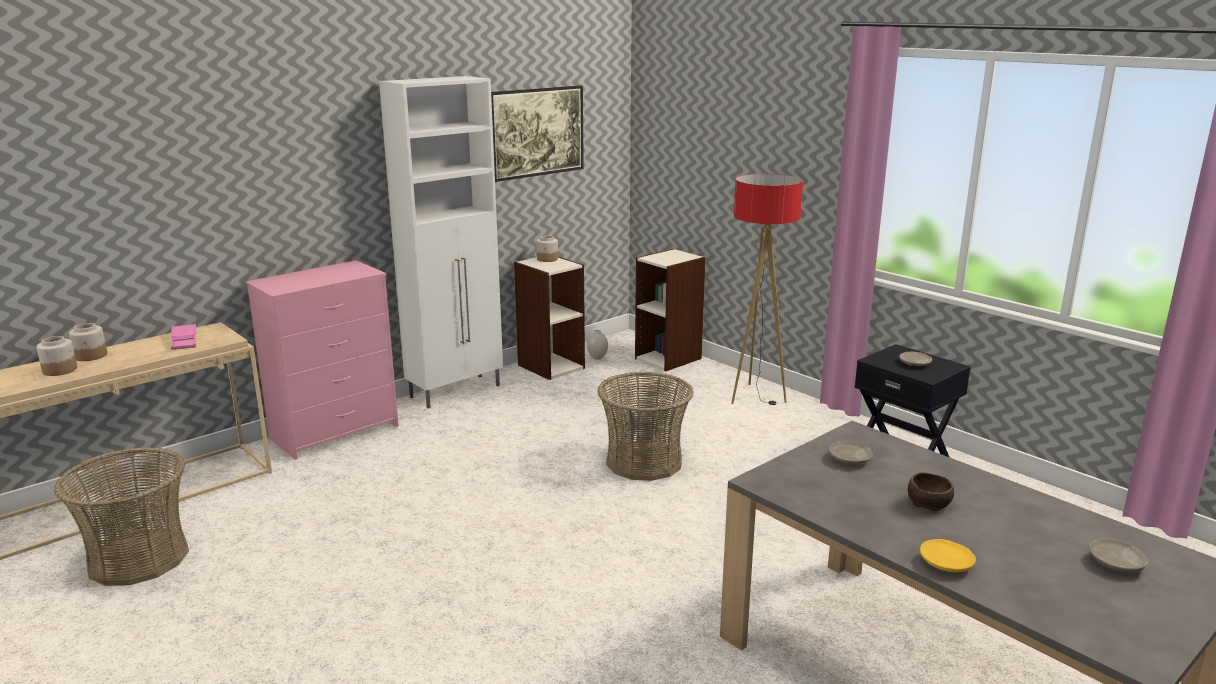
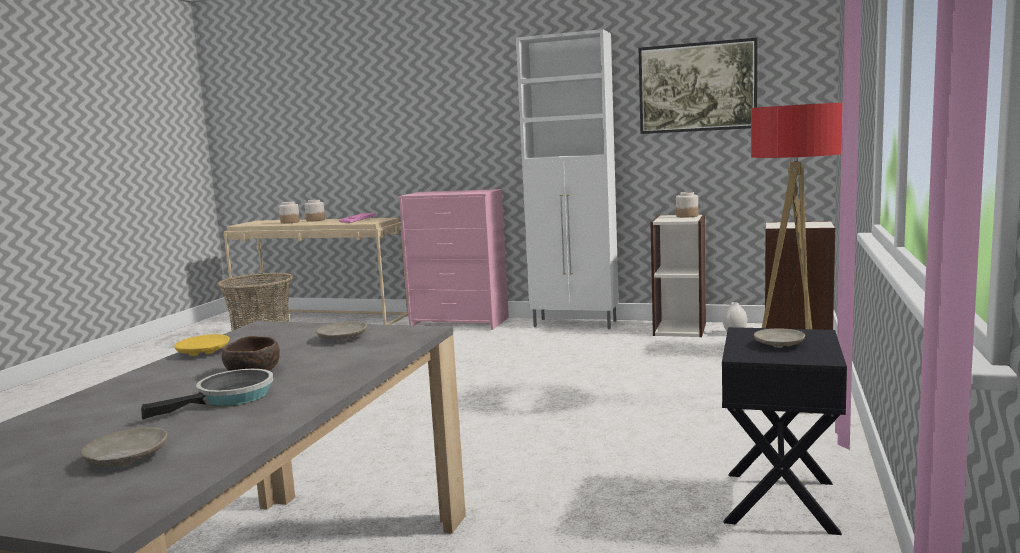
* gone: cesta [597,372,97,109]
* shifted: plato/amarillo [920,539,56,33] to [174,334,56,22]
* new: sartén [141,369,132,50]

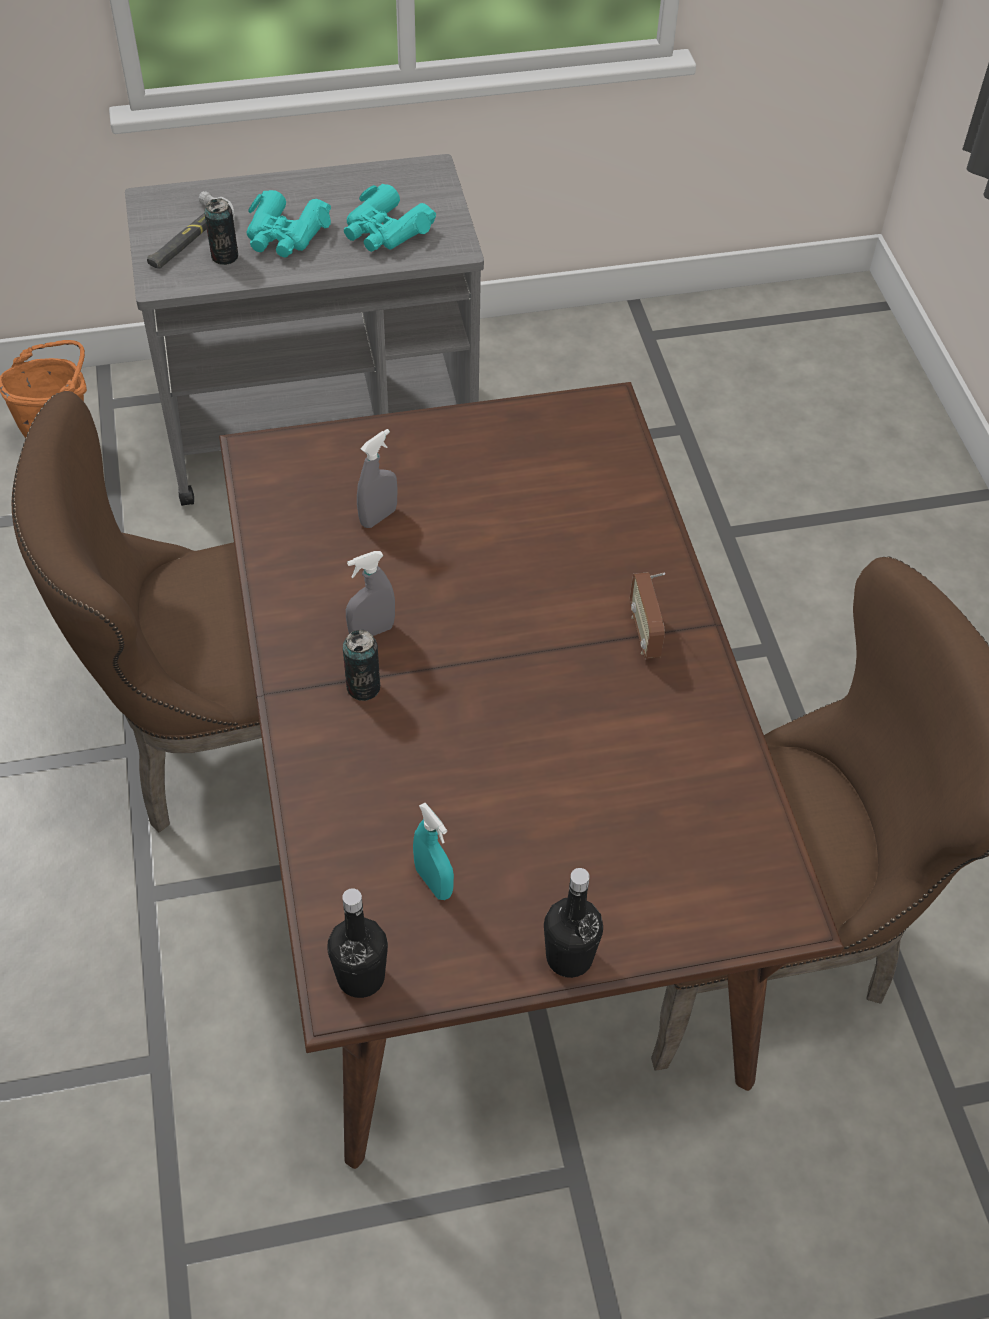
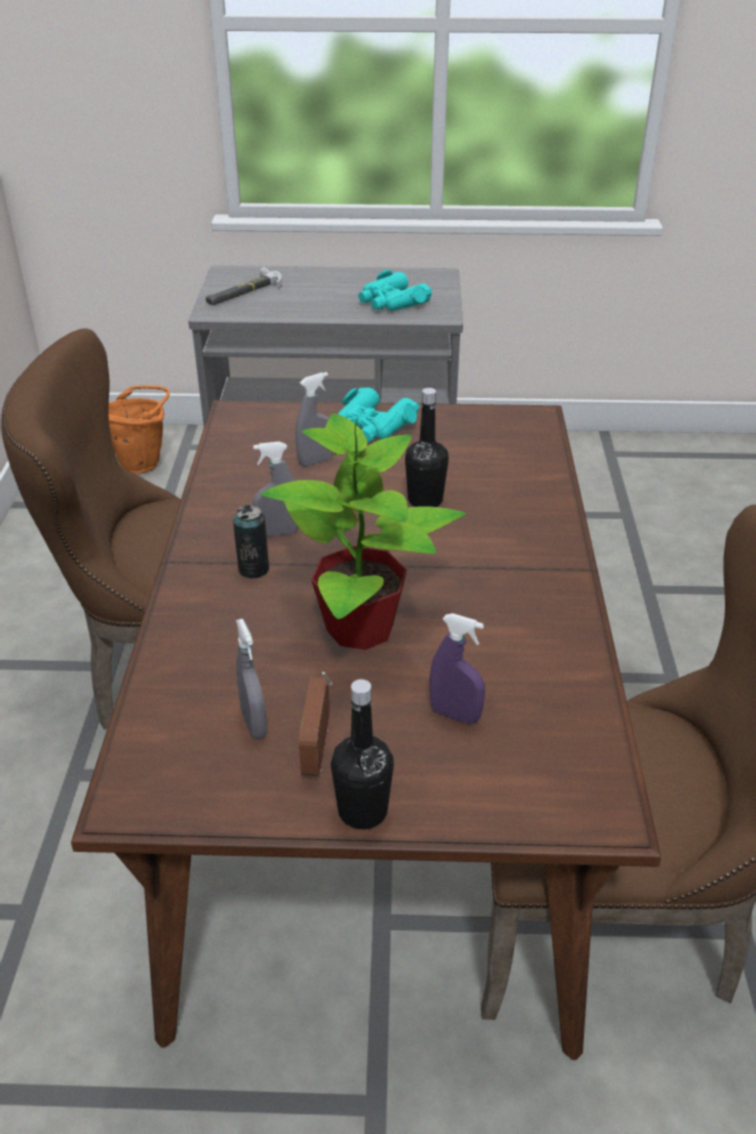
* gone: lata [204,198,34,67]
* shifted: prismáticos/turquesa [246,190,85,67] to [338,387,82,56]
* shifted: botella/negro [327,888,61,110] to [405,388,44,119]
* repainted: pulverizador/turquesa [413,803,41,97] to pulverizador/gris [236,619,31,120]
* shifted: radio [630,572,35,87] to [299,672,33,104]
* new: planta en maceta [261,413,205,237]
* new: pulverizador/morado [430,613,55,111]

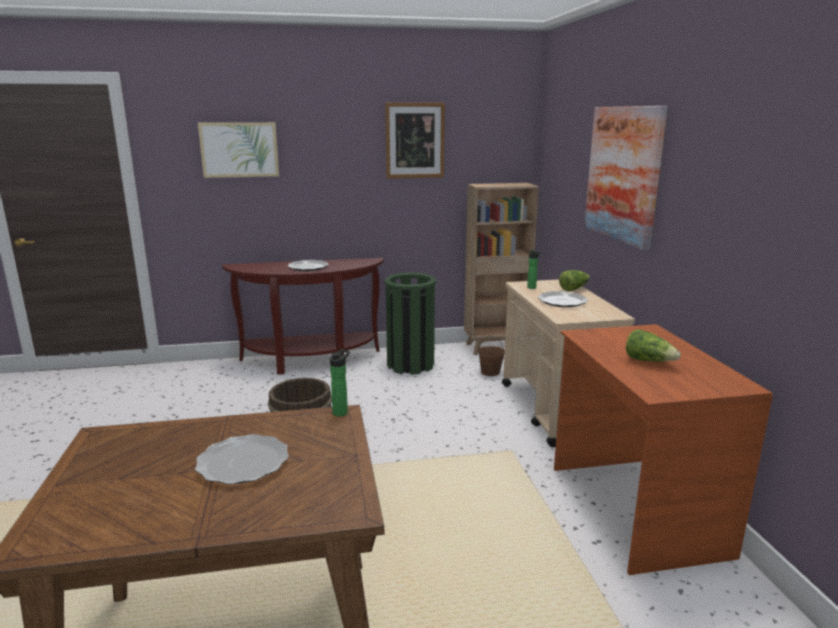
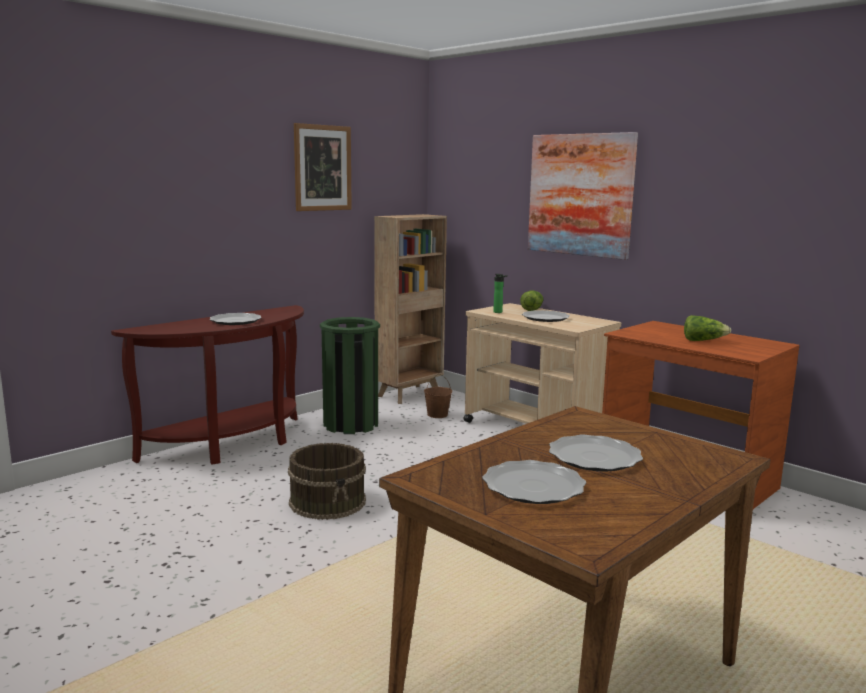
* gone: cuadro [198,122,81,56]
* gone: botella [330,349,20,68]
* new: plato [482,460,104,44]

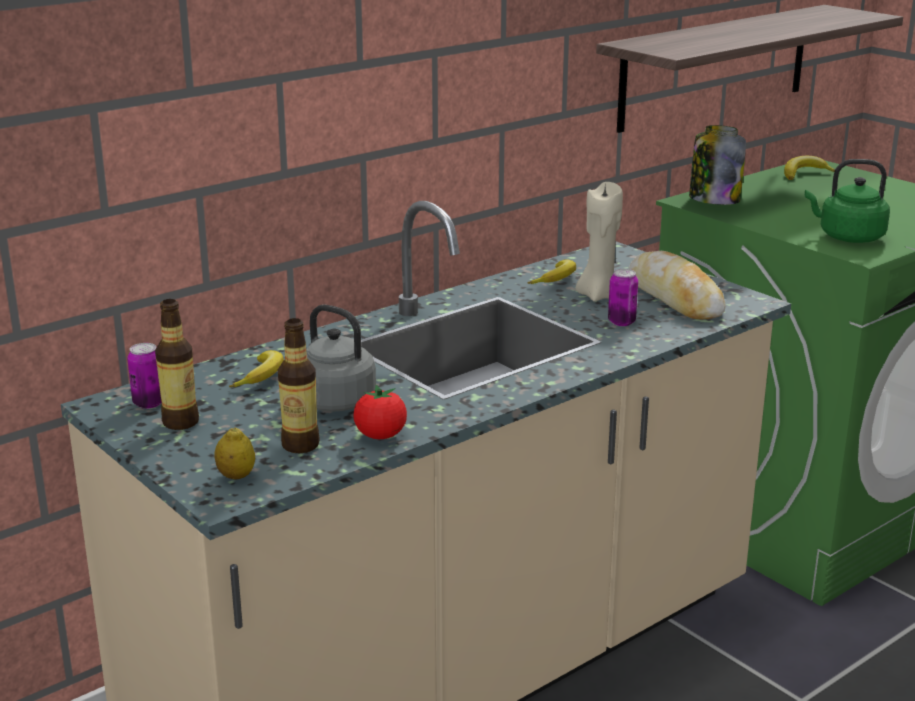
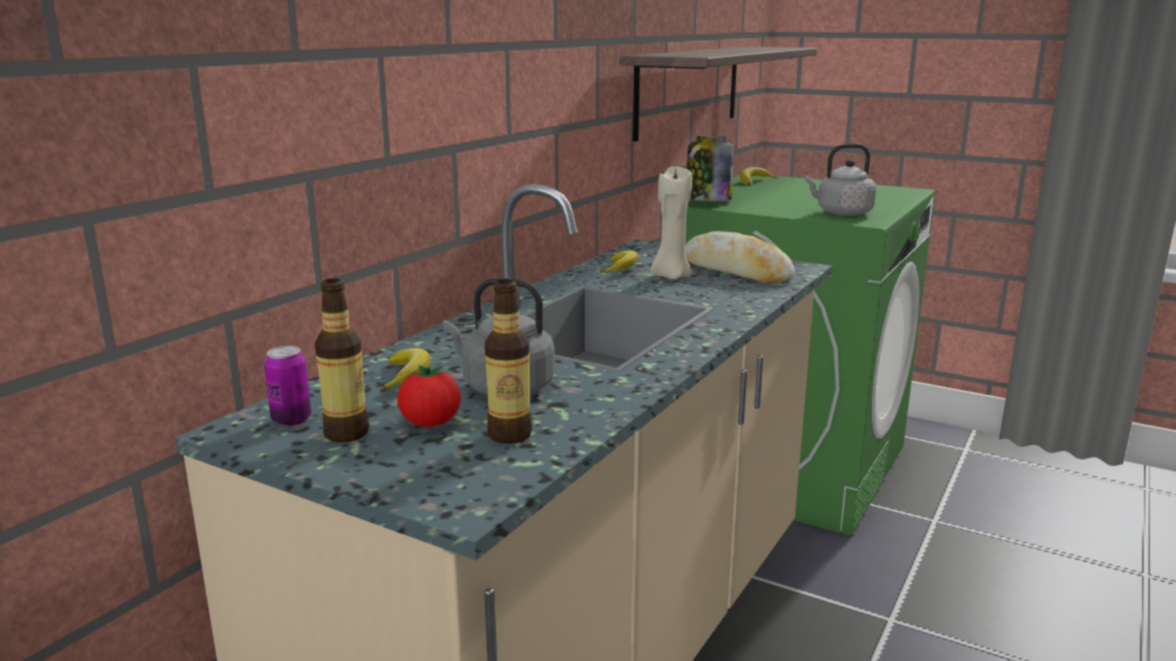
* gone: limón [214,427,41,52]
* shifted: tomate [353,385,54,54] to [397,365,64,62]
* gone: lata [608,269,30,57]
* repainted: hervidor/verde [805,159,85,84] to hervidor/gris [804,144,73,72]

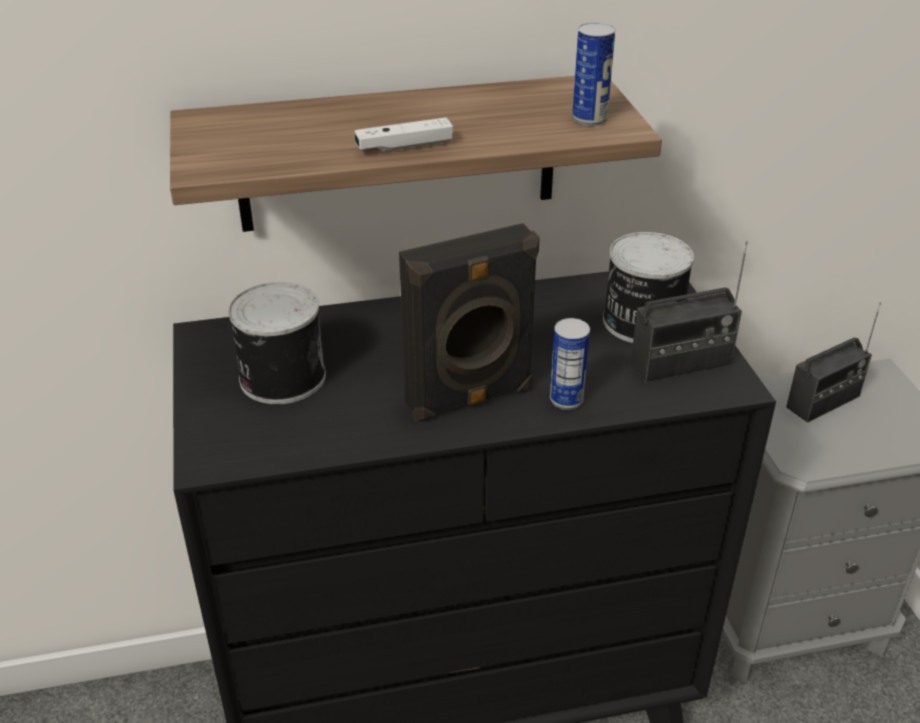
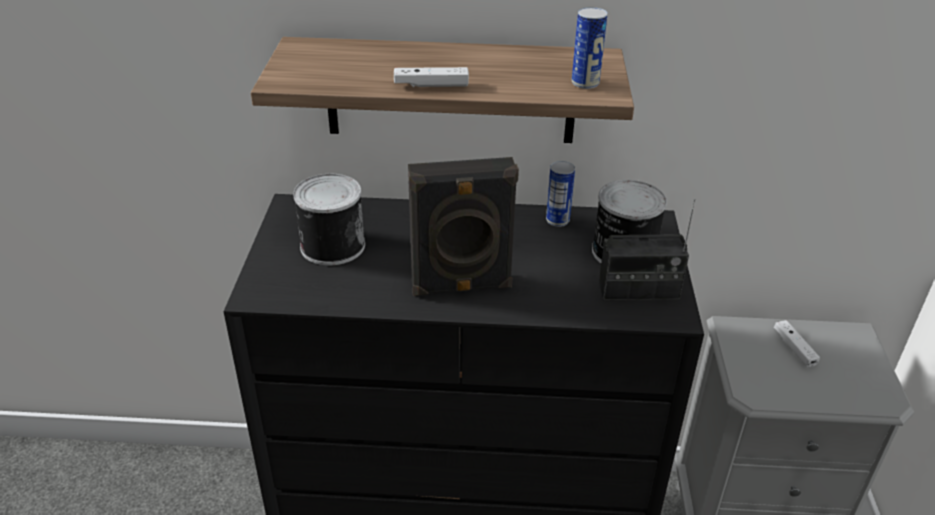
* shifted: lata [550,318,40,92] to [546,161,29,66]
* swapped: radio [786,303,95,120] to mando de consola/blanco [774,320,46,47]

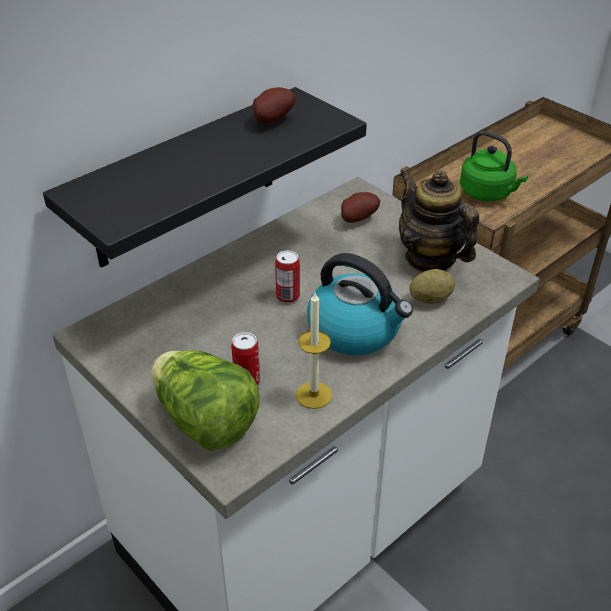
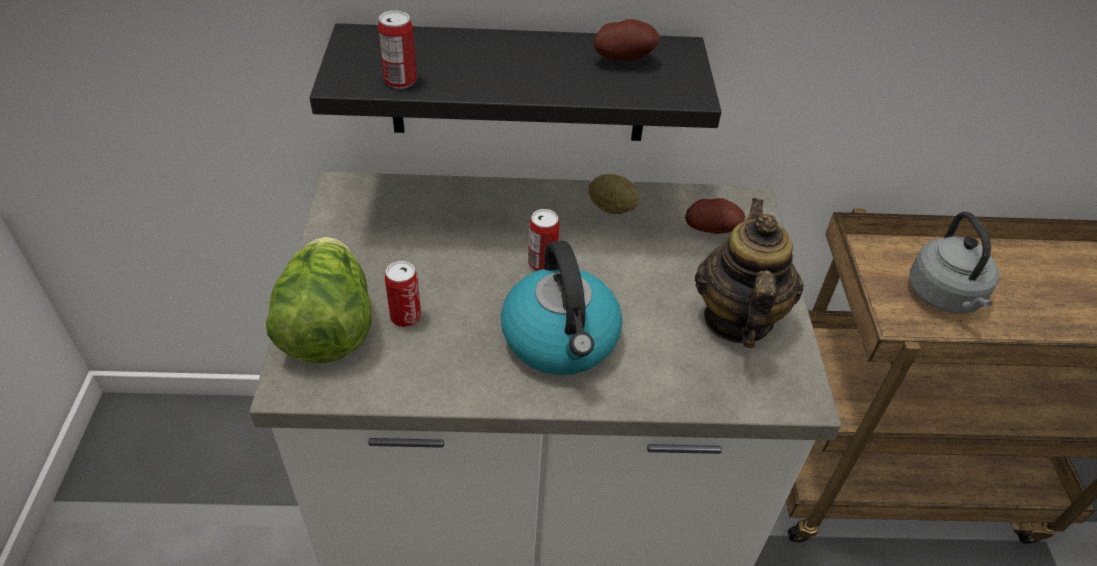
* gone: vela [296,292,36,117]
* shifted: patata [409,269,46,35] to [588,174,52,40]
* repainted: hervidor/verde [460,131,68,70] to hervidor/gris [909,211,90,103]
* new: lata [378,10,39,79]

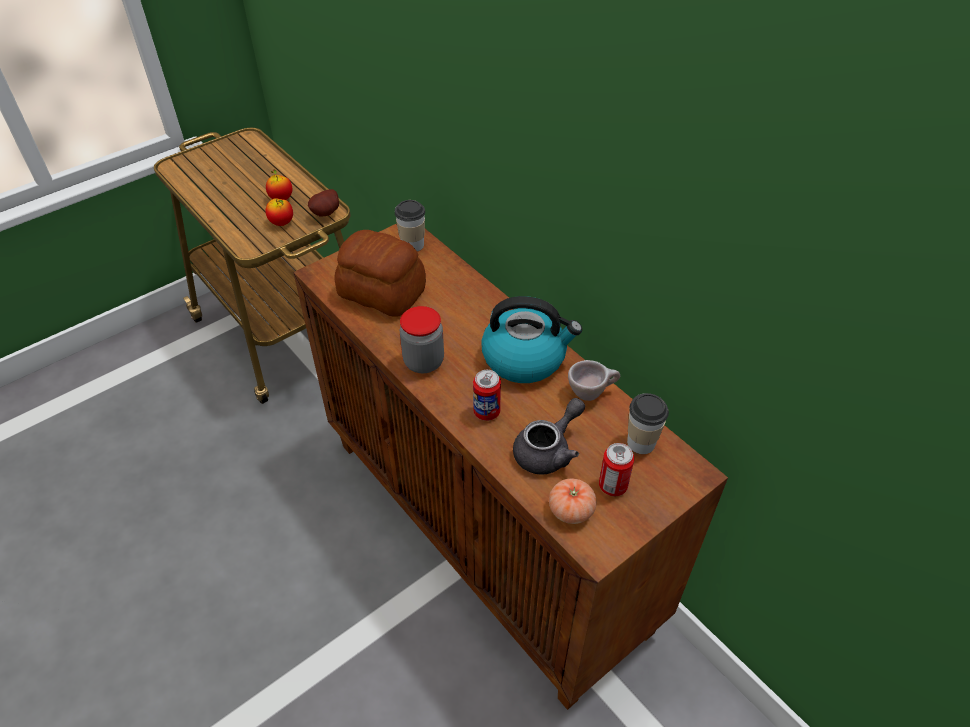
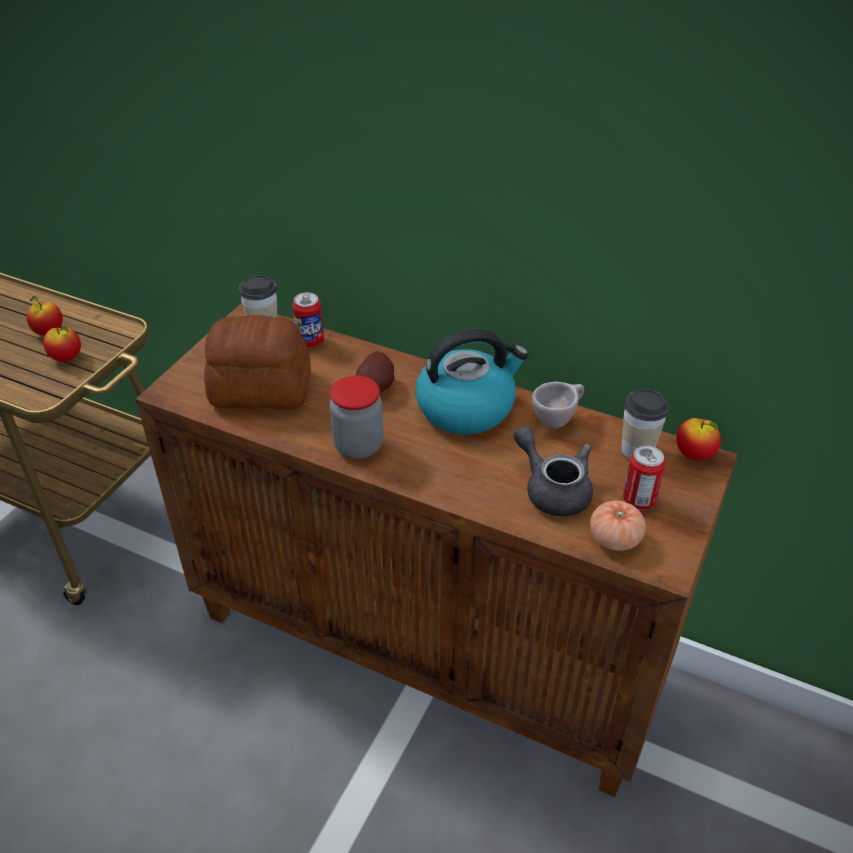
* shifted: patata [308,189,31,27] to [356,351,39,42]
* shifted: lata [473,370,28,51] to [292,292,32,56]
* rotated: tetera/gris [513,398,72,77] = [514,426,79,91] 60 degrees counterclockwise
* new: manzana [676,418,45,43]

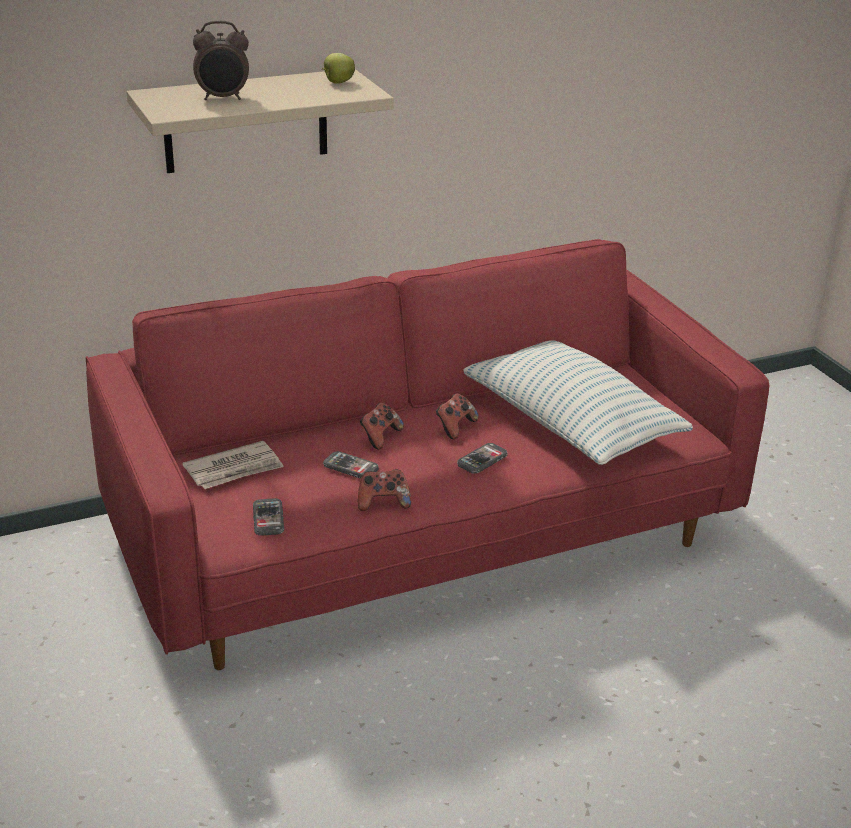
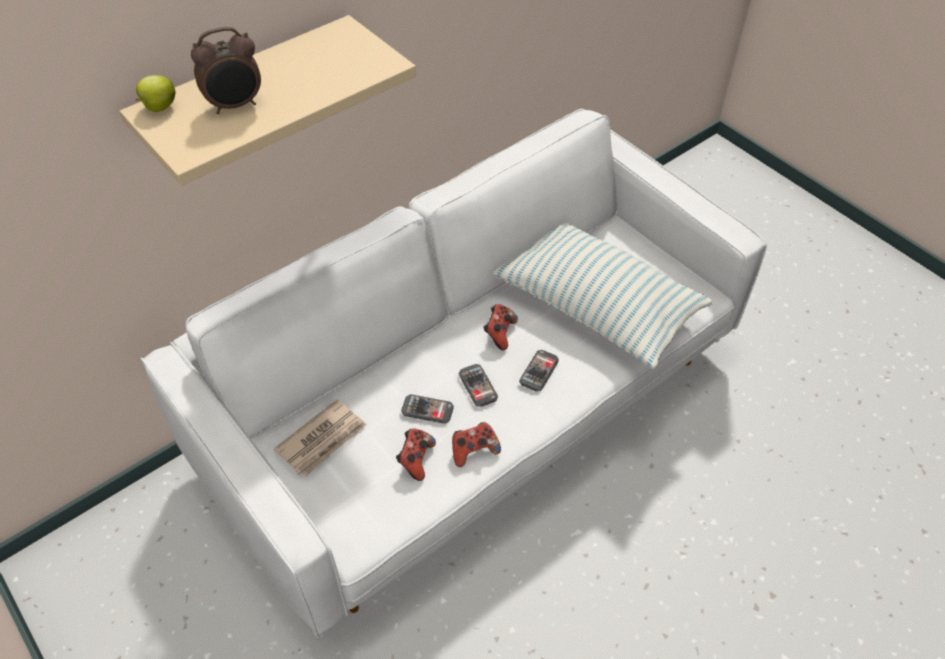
* repainted: sofá/rojo [86,239,683,431] to sofá/blanco [140,109,627,529]
* shifted: móvil [253,498,31,38] to [459,364,39,43]
* shifted: manzana [322,53,33,31] to [136,75,40,37]
* shifted: mando de consola [360,403,44,47] to [396,428,40,53]

